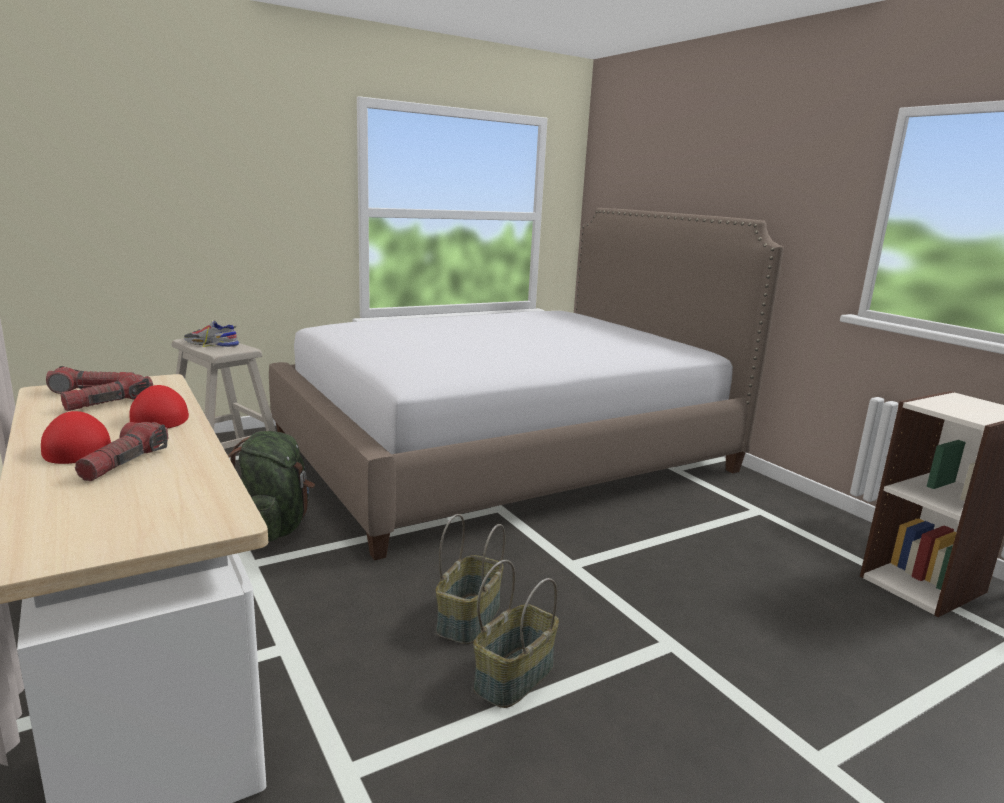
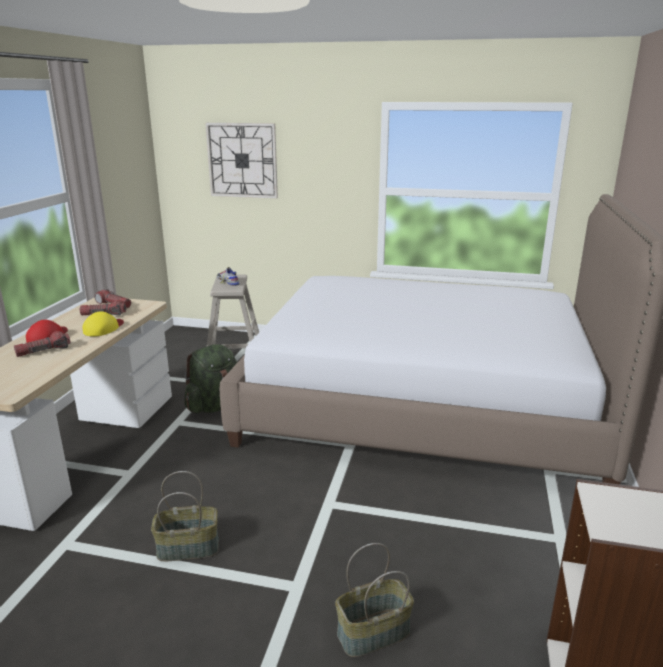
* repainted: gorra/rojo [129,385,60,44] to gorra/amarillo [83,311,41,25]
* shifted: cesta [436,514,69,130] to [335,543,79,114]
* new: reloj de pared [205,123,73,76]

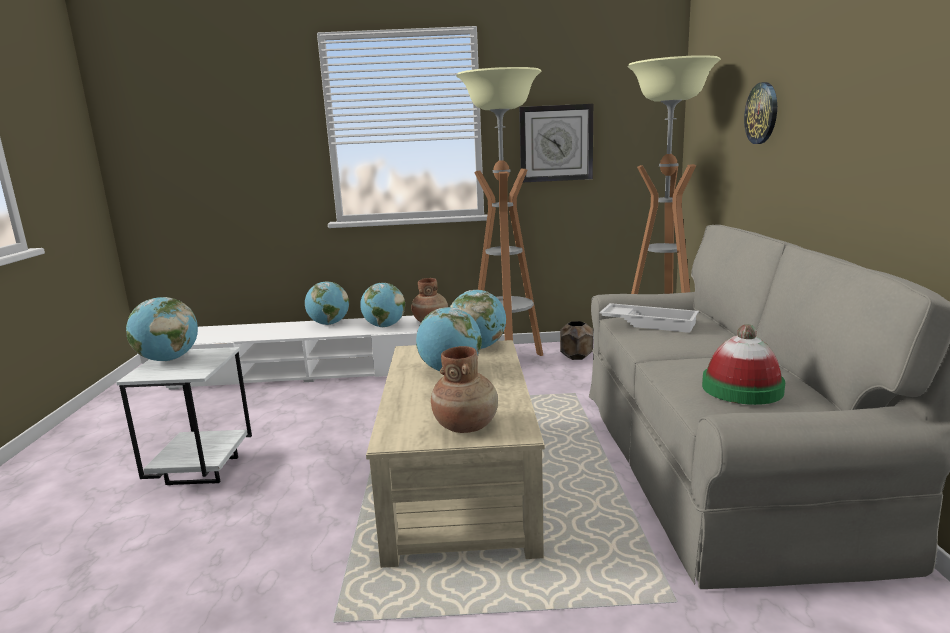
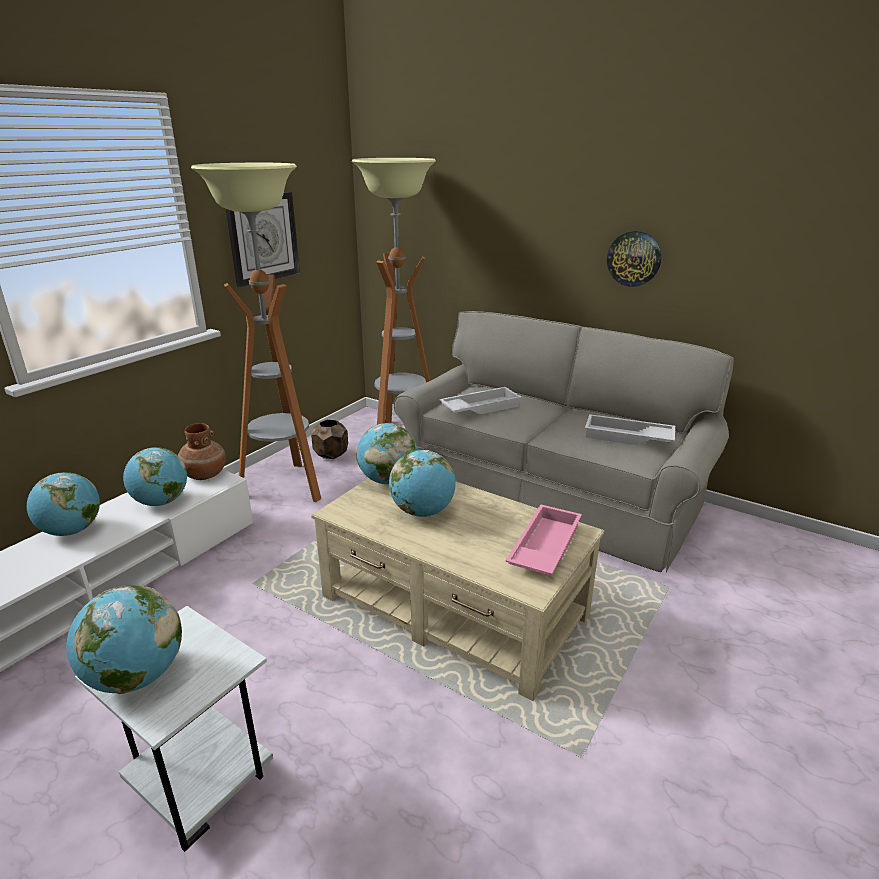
* swapped: florero/marrón [431,346,67,87] to bandeja/rosa [506,504,76,71]
* swapped: sombrero [702,324,83,81] to bandeja/blanco [585,414,90,31]
* shifted: reloj de pared [744,82,33,62] to [607,231,54,56]

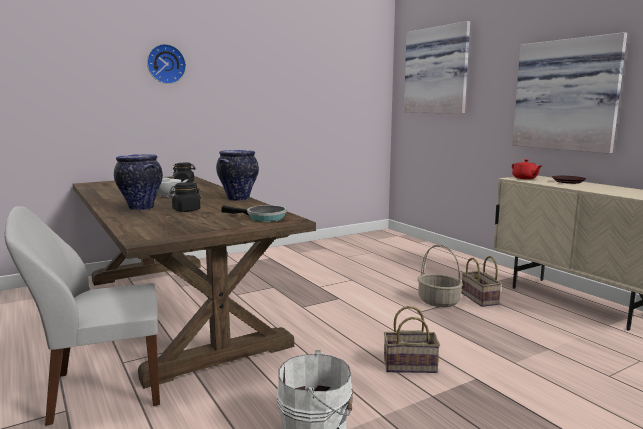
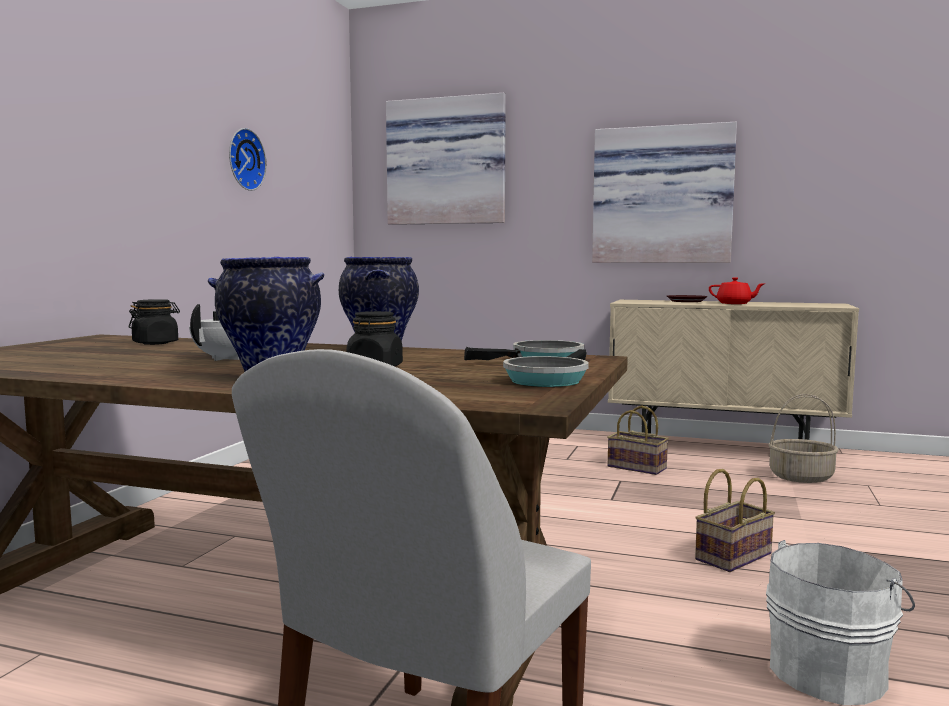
* shifted: reloj de pared [147,44,39,40] to [229,128,38,63]
* shifted: cesta [418,245,45,62] to [768,394,71,89]
* shifted: tetera/rojo [512,159,30,20] to [709,277,55,27]
* new: sartén [503,349,86,38]

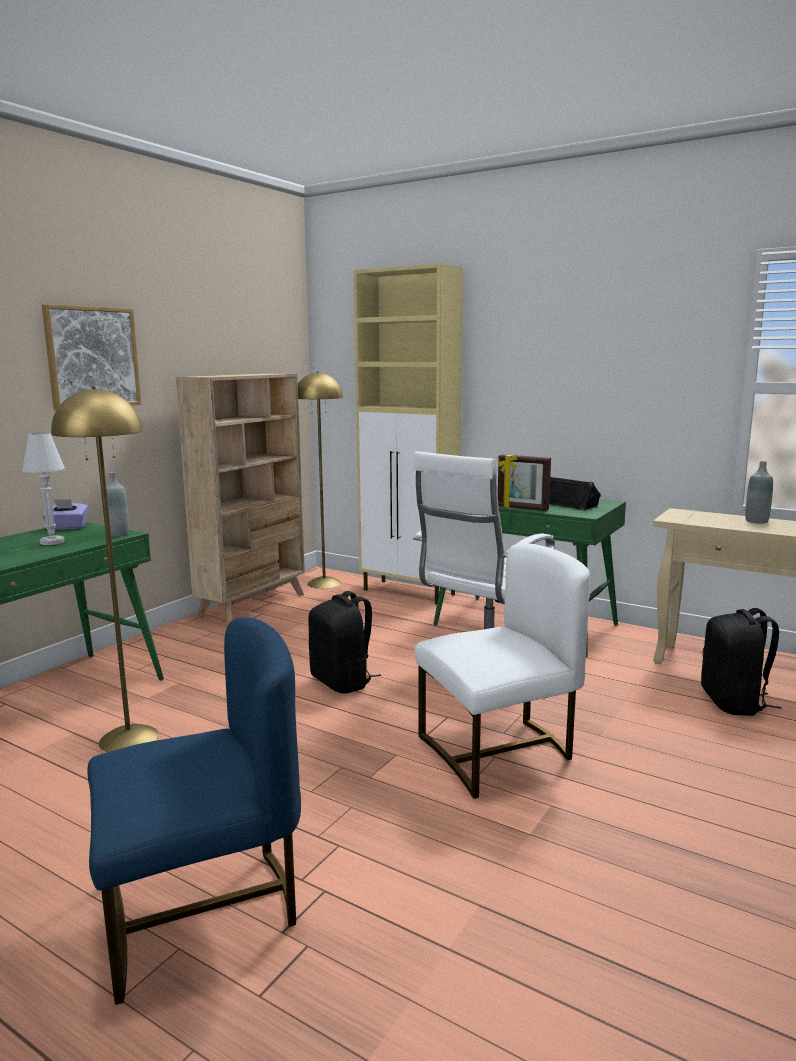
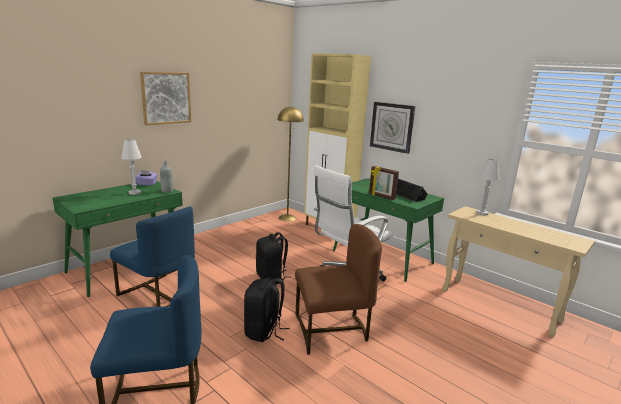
* swapped: lámpara de pie/amarillo [51,387,108,365] to silla/azul [110,206,85,101]
* gone: estantería/beis [176,373,129,253]
* repainted: silla/blanco [415,543,175,256] to silla/marrón [295,224,87,131]
* shifted: mochila/negro [701,608,81,108] to [244,278,45,64]
* gone: botella/gris [745,461,28,62]
* new: reloj de pared [370,102,45,52]
* new: lámpara de mesa/blanco [476,159,24,57]

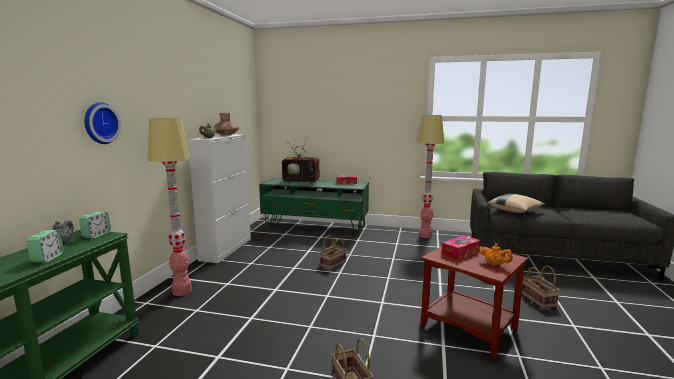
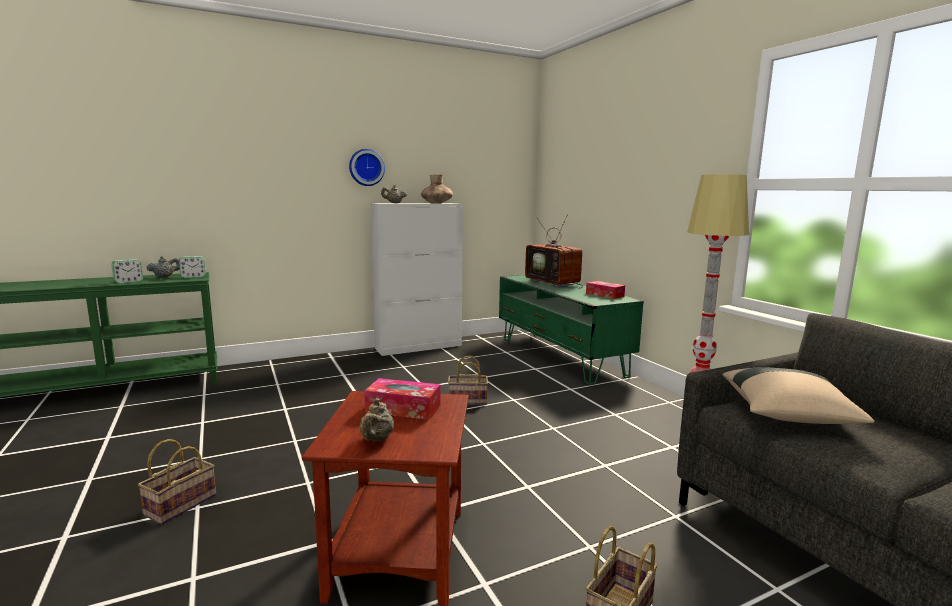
* shifted: reloj de pared [84,102,37,42] to [349,149,36,37]
* gone: lámpara de pie [148,118,44,178]
* repainted: tetera/naranja [480,243,33,23] to tetera/beis [359,398,35,44]

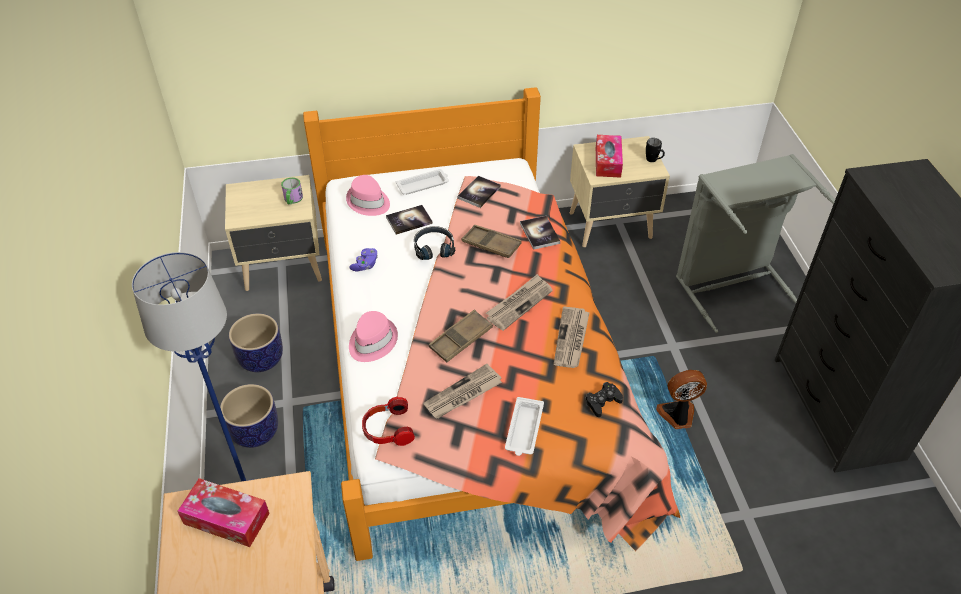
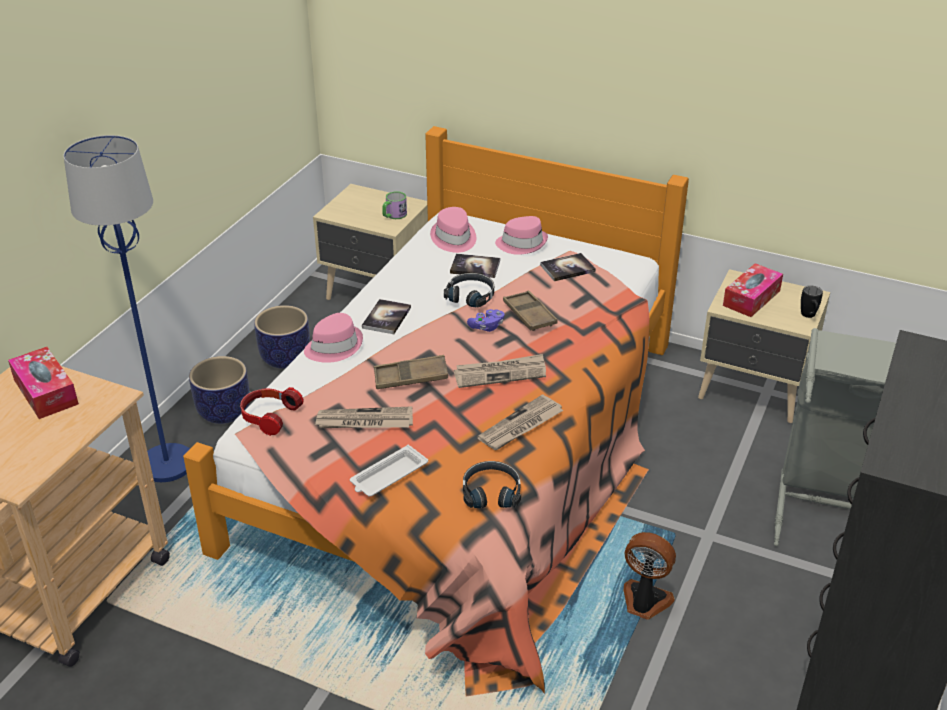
* shifted: mando de consola/morado [349,248,29,23] to [467,309,38,23]
* swapped: bandeja/blanco [396,169,53,25] to sombrero/rosa [495,216,53,39]
* shifted: libro [520,216,40,34] to [362,299,49,35]
* swapped: mando de consola/negro [585,382,38,35] to auriculares/negro [463,461,58,47]

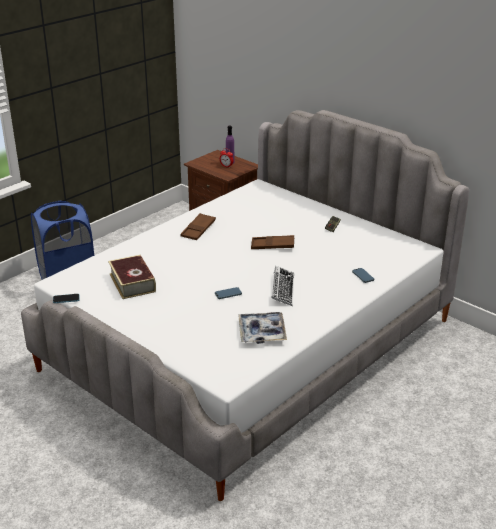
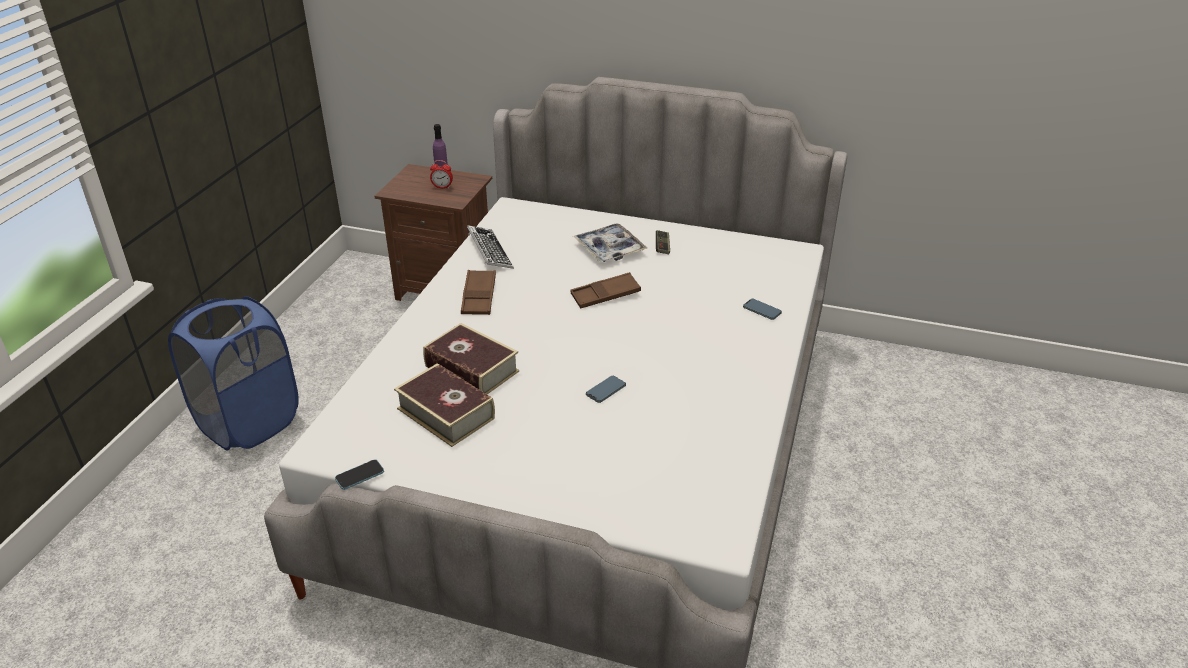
* shifted: bandeja [238,312,49,32] to [573,223,74,39]
* shifted: teclado [272,266,22,40] to [467,225,47,44]
* new: libro [423,323,96,71]

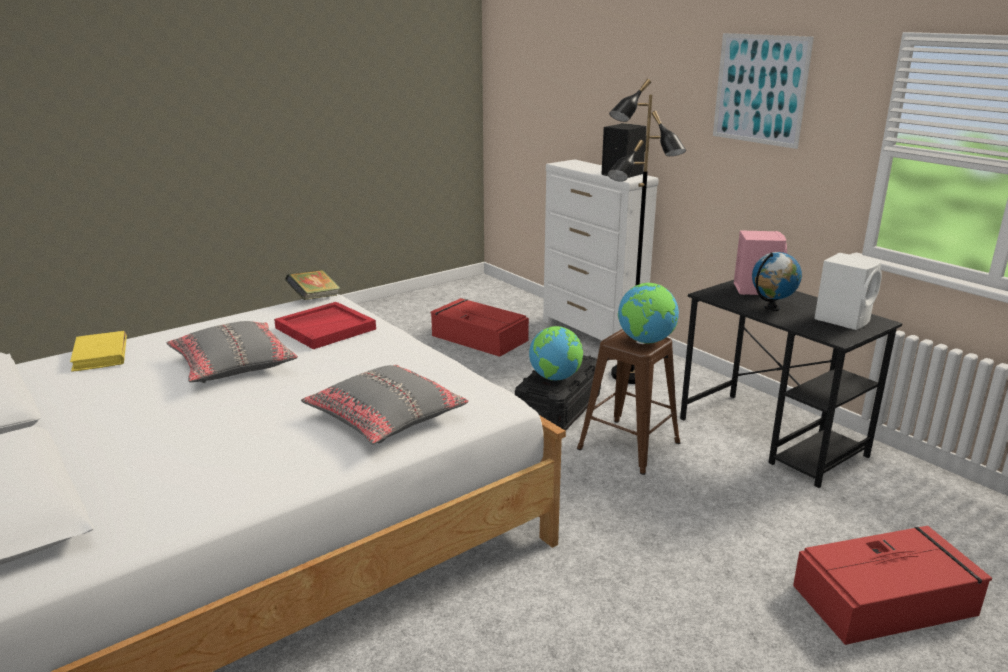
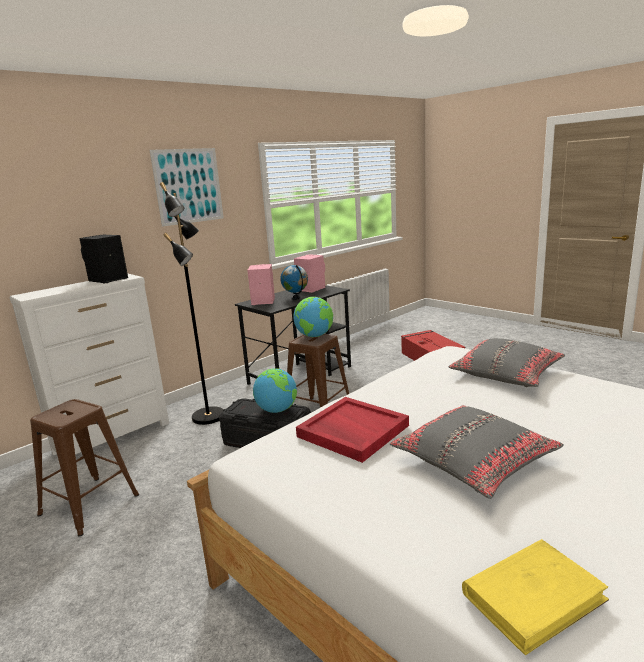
* gone: libro [285,270,56,30]
* swapped: caja de almacenaje/rojo [430,298,99,59] to taburete/marrón [30,399,109,138]
* repainted: altavoz/blanco [814,253,68,77] to altavoz/rosa [294,255,31,38]

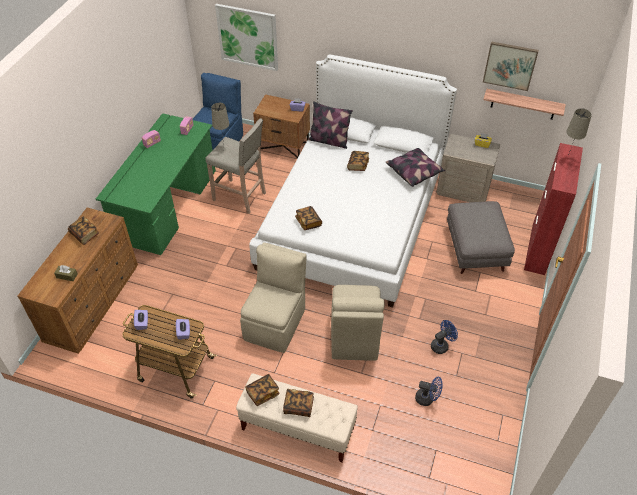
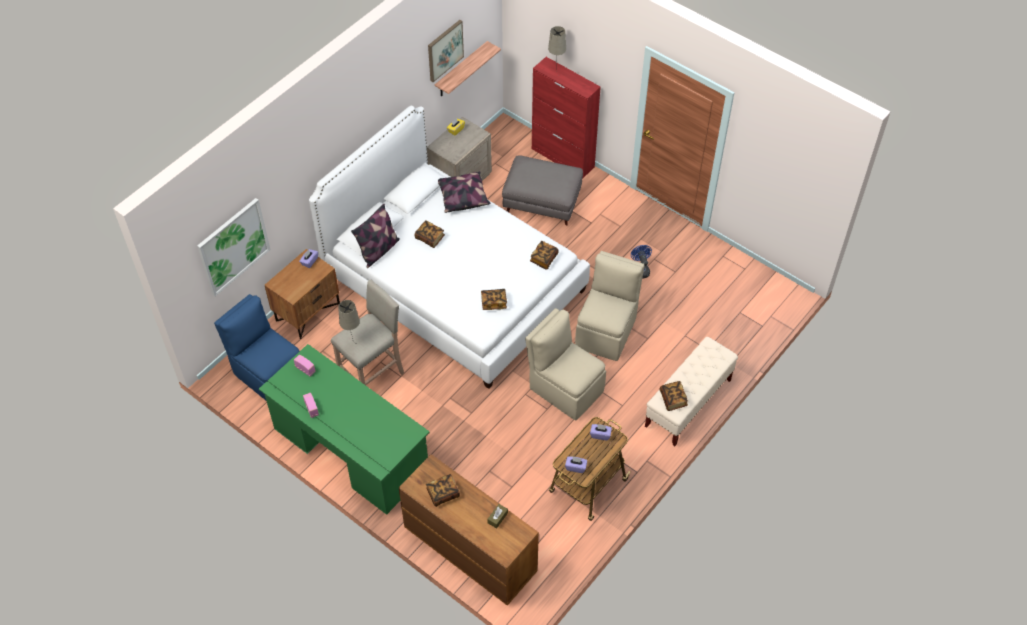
* shifted: libro [283,389,31,28] to [530,241,28,29]
* rotated: silla/beis [331,285,54,76] = [575,251,70,110] 90 degrees counterclockwise
* gone: ventilador/azul [415,377,28,29]

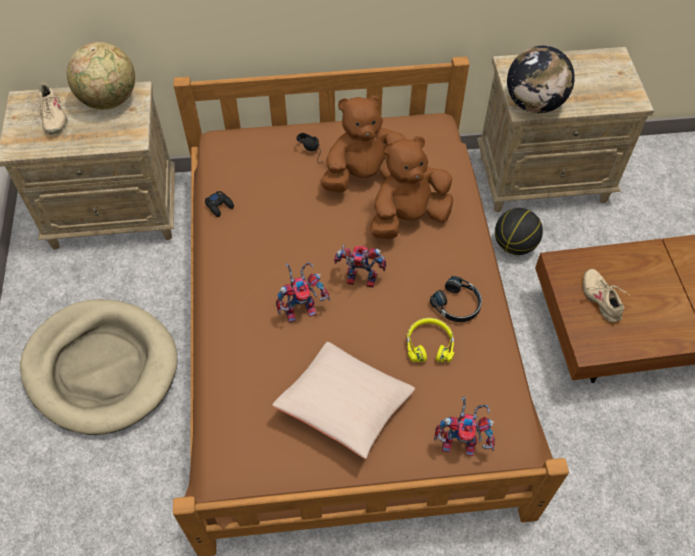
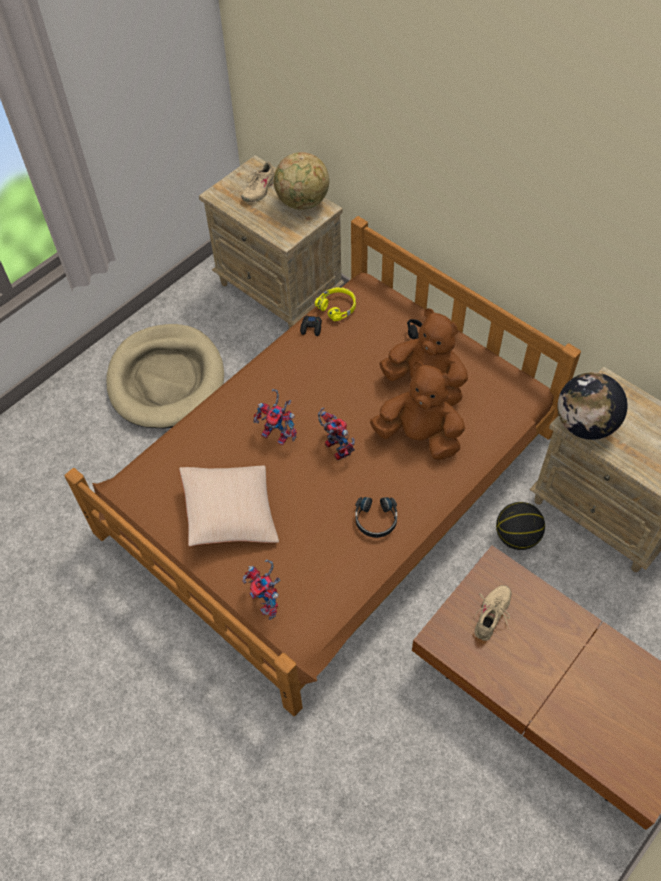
* shifted: auriculares/amarillo [407,318,47,45] to [315,287,41,34]

